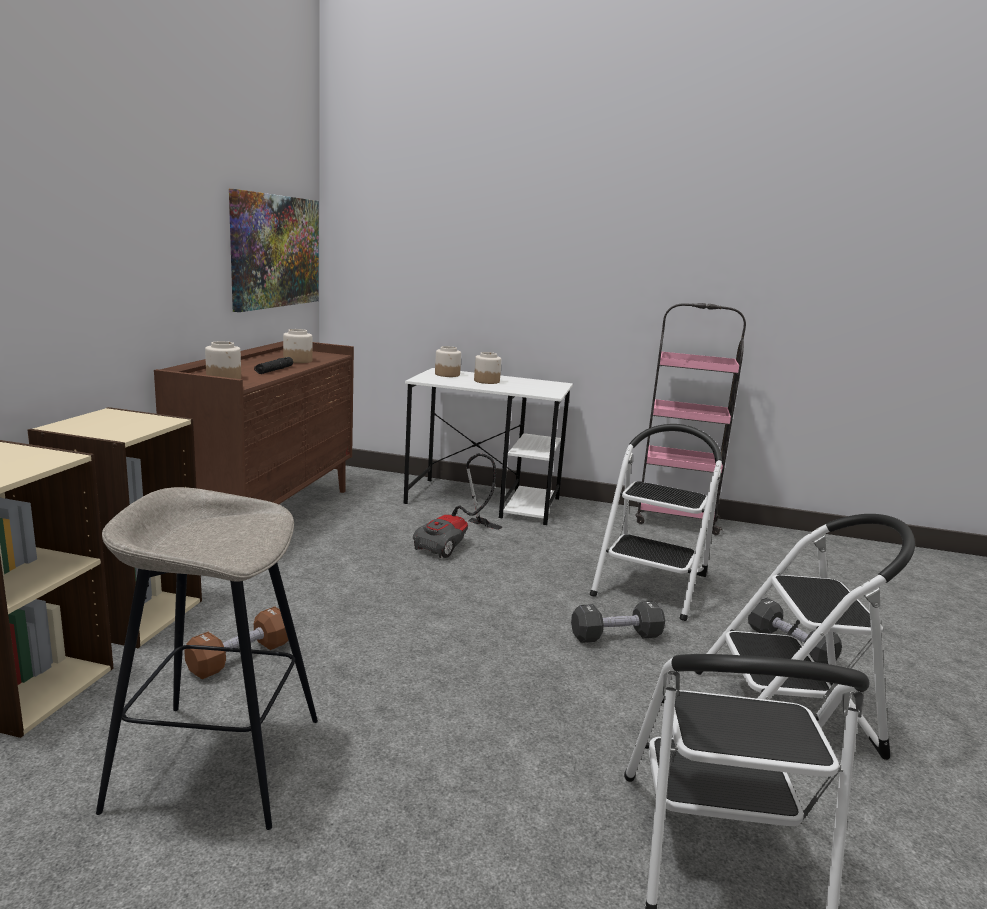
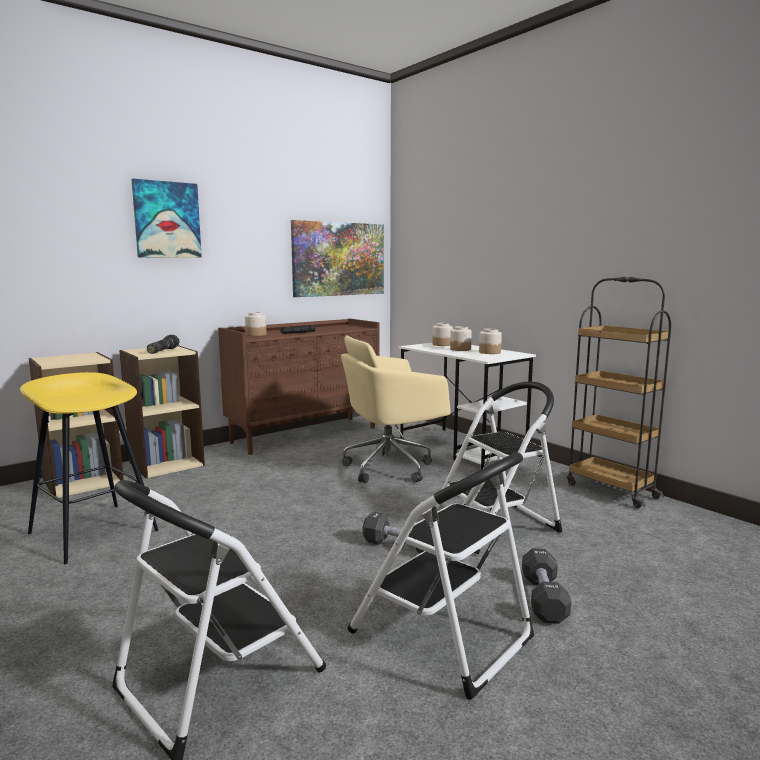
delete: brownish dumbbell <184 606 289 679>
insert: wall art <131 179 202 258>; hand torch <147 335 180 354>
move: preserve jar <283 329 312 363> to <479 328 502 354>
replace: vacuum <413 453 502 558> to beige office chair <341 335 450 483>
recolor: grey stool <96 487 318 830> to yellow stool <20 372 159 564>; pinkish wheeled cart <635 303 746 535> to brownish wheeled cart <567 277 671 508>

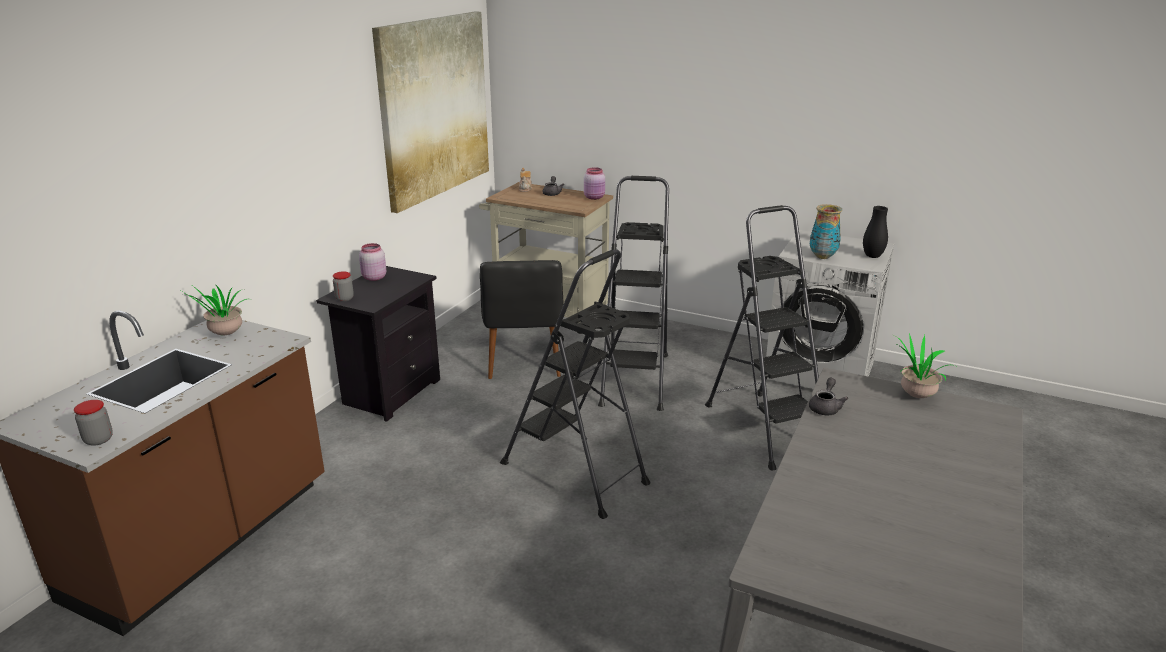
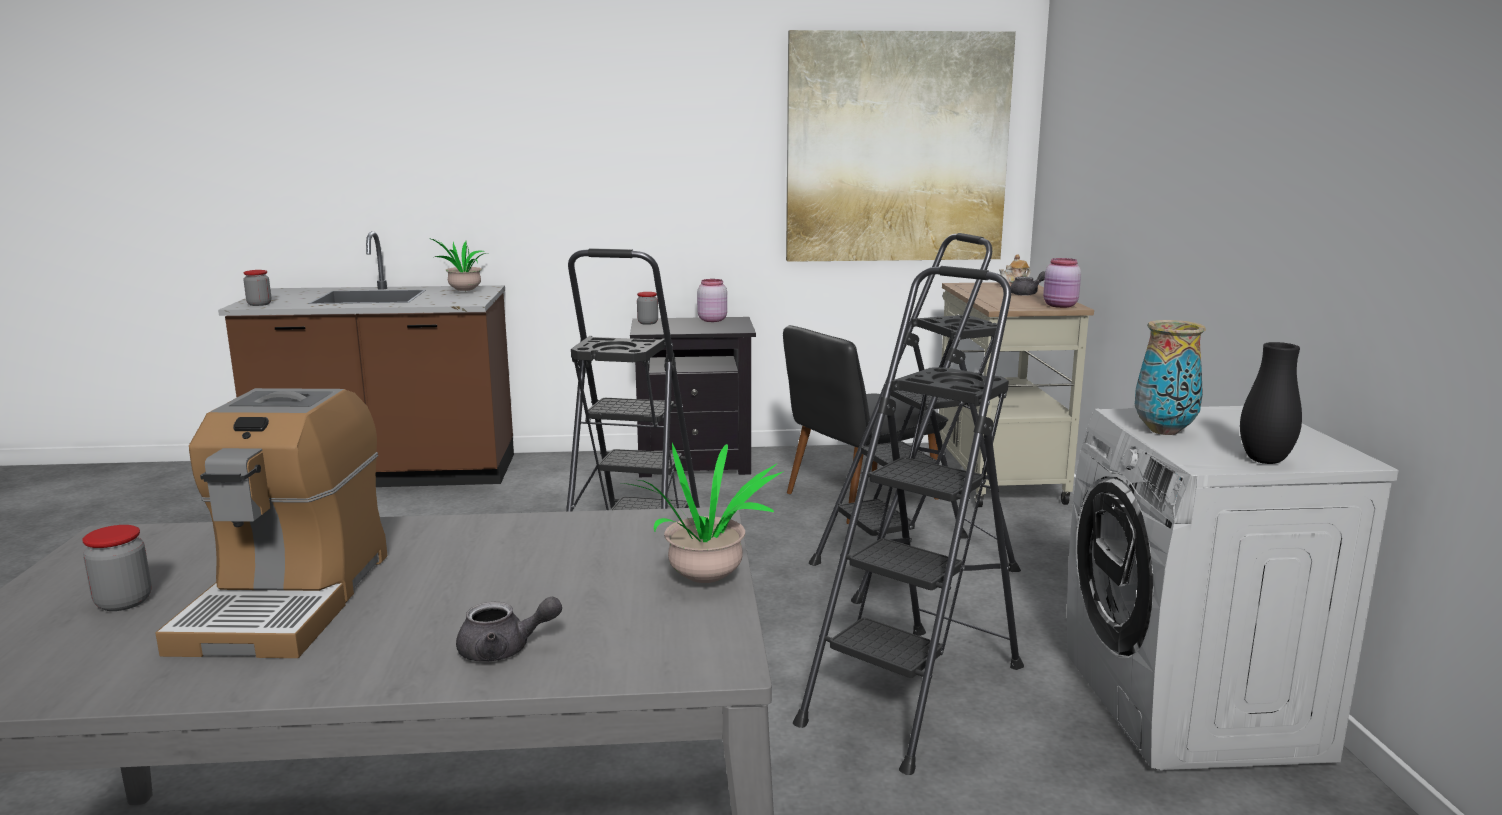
insert: preserve jar <82 525 152 611>; coffee machine <156 388 387 658>
move: grey pot for tea <809 378 848 415> to <456 597 562 662>

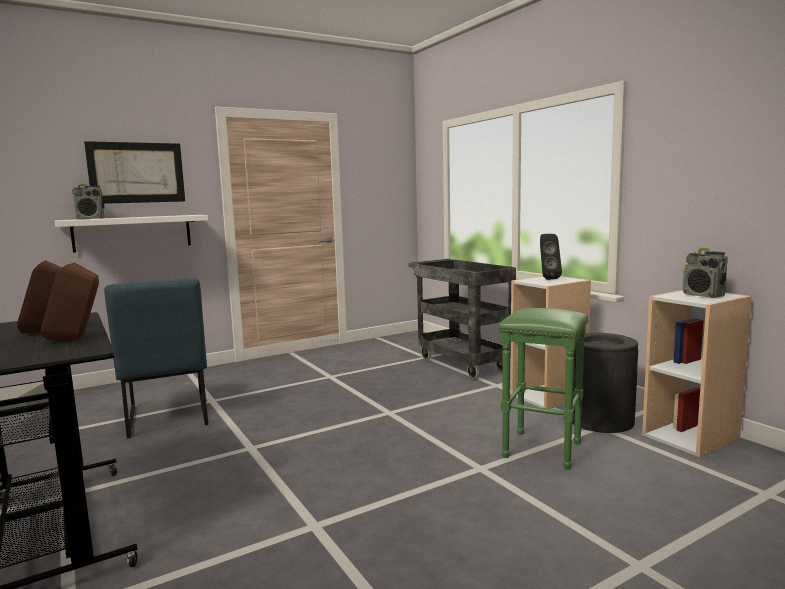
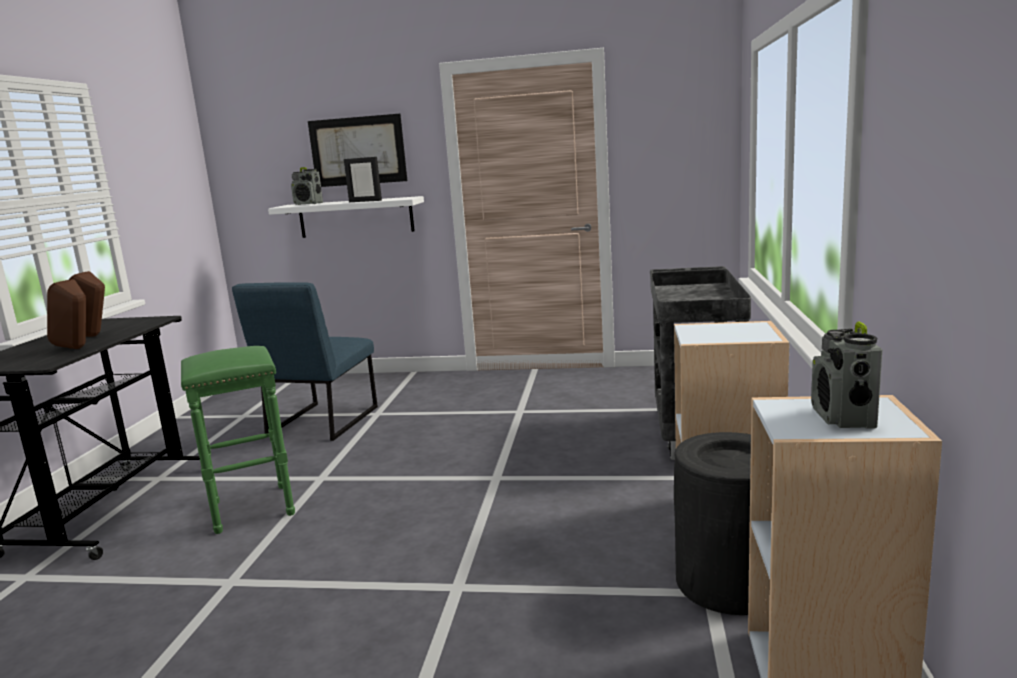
delete: black loudspeaker <540 234 562 280>
insert: picture frame <344 157 382 202>
move: green-coloured stool <499 308 588 470> to <181 346 295 534>

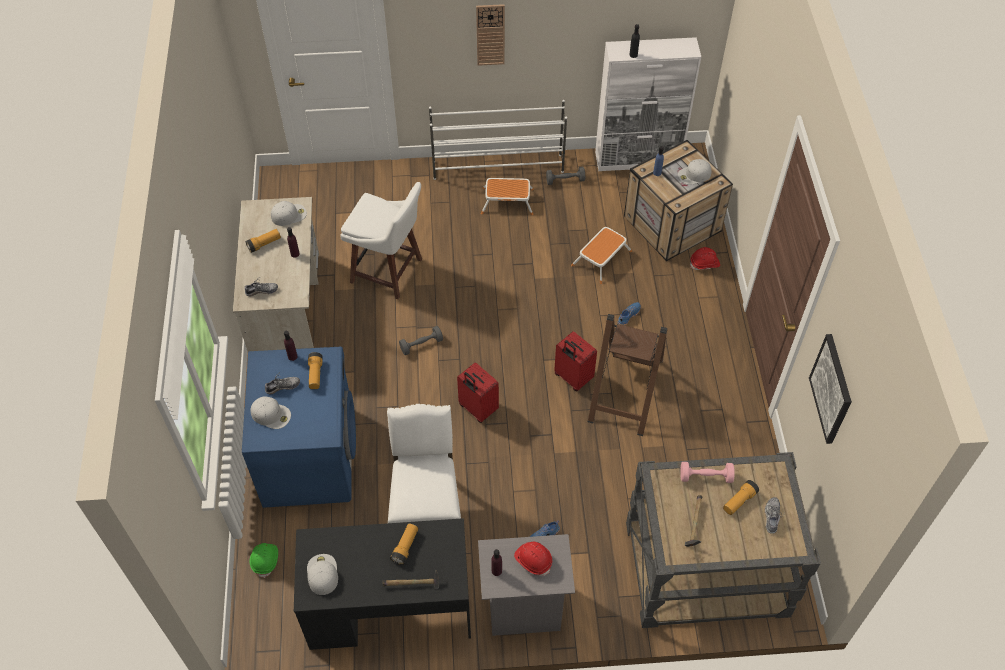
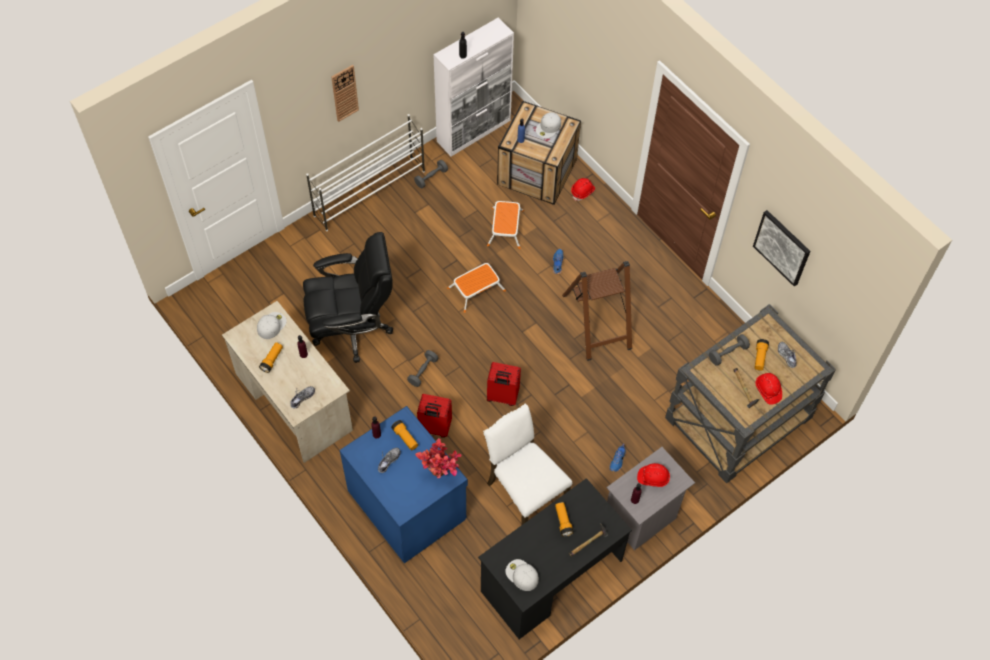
delete: green-coloured hard hat <249 543 278 578>; white peaked cap <251 397 291 429>
insert: plant in a pot <415 438 462 478>; red-coloured hard hat <755 373 782 405>
move: orange step stool <481 178 534 216> to <447 263 506 313>; red-coloured piece of luggage <554 331 597 391> to <417 394 452 438>
replace: white stool <340 182 422 299> to black office chair <303 232 393 363>
recolor: pinkish dumbbell <680 462 735 483> to grey dumbbell <709 334 750 366>

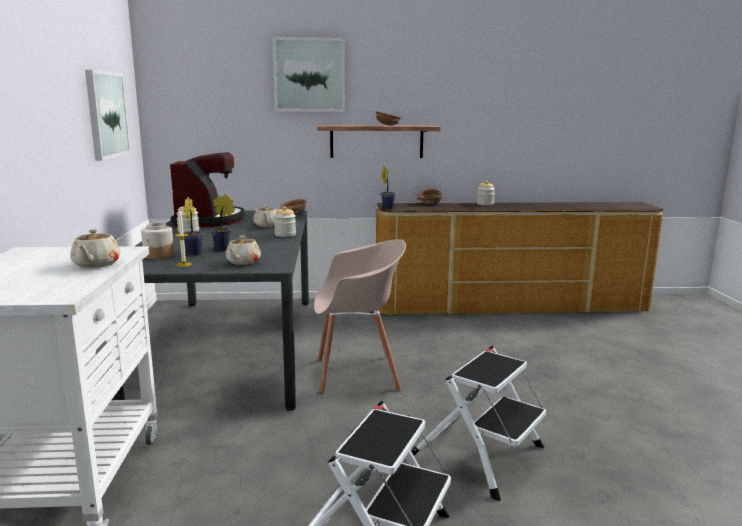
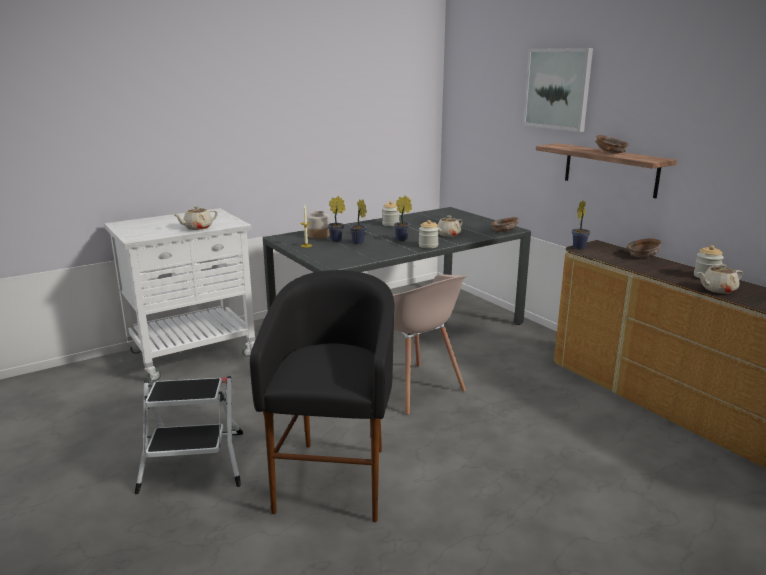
delete: wall art <85 70 131 161>; coffee machine <170 152 245 227>
insert: plant in a pot <394 195 412 241>
move: beige pot for tea <226 236 261 265> to <698 264 743 294>
replace: step stool <411 346 546 501> to black stool <250 270 394 522>

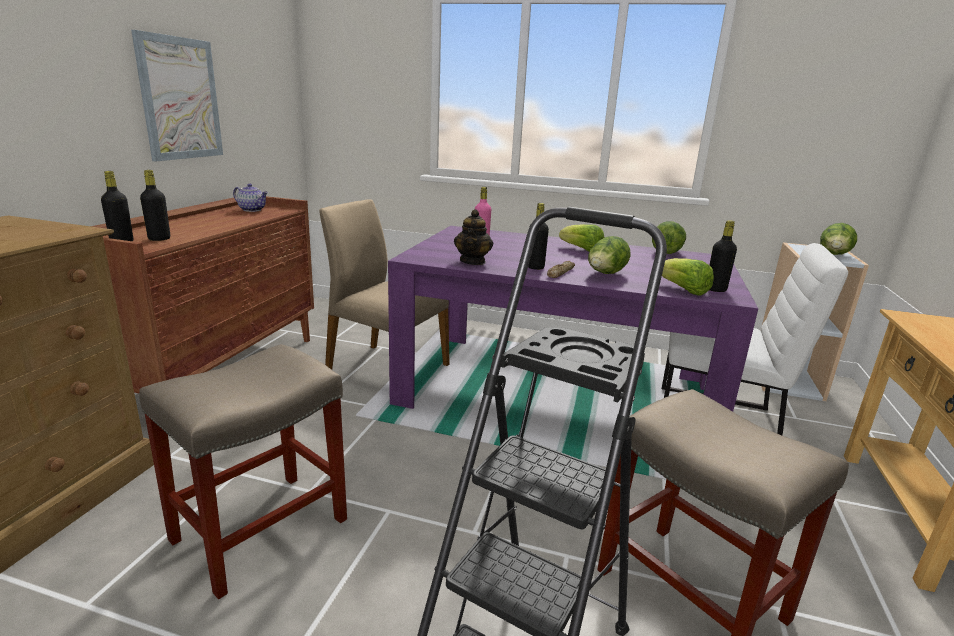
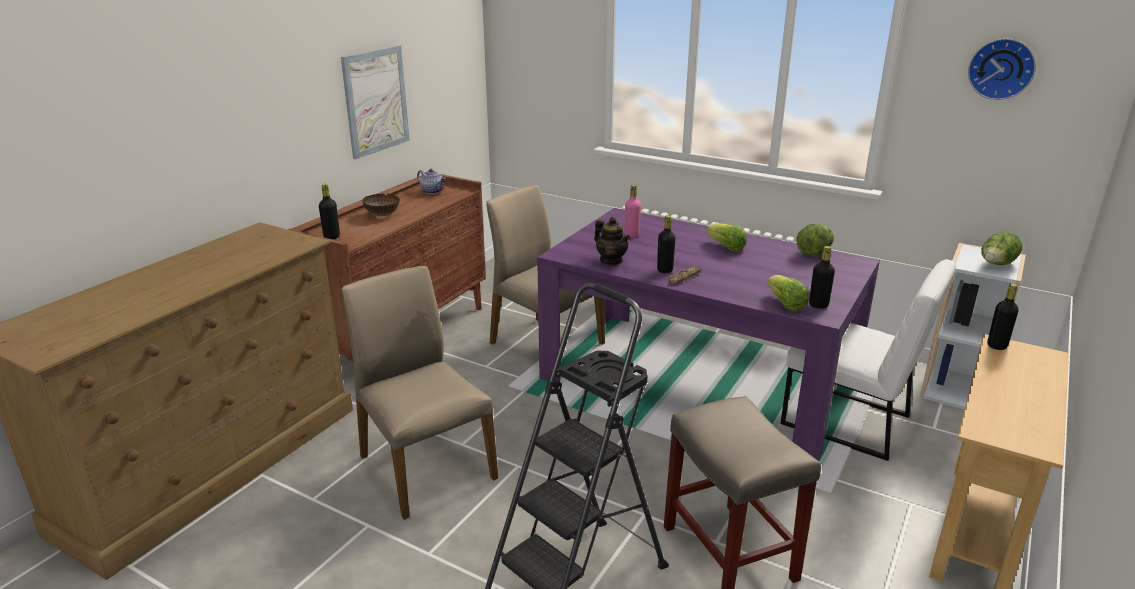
delete: head of lettuce <588 236 631 274>
insert: deep dish <362 194 400 216>; hanging clock <968 39 1036 100>
move: black drink bottle <140 170 170 241> to <987 284 1019 350>
replace: beige stool <139 344 347 600> to beige upright chair <341 266 498 520>
rotate: pot for tea <454 209 493 265> = <594 217 630 265> 60 degrees counterclockwise

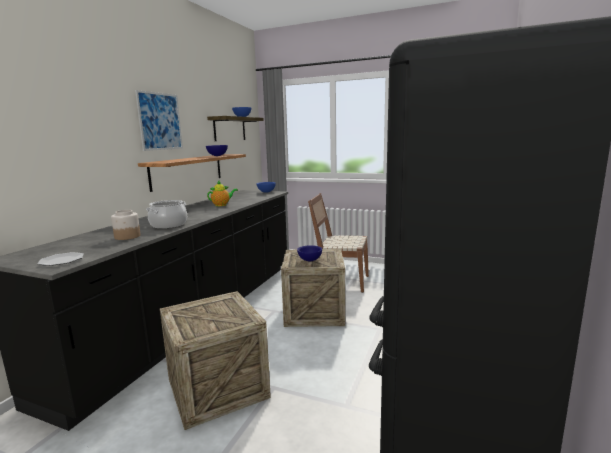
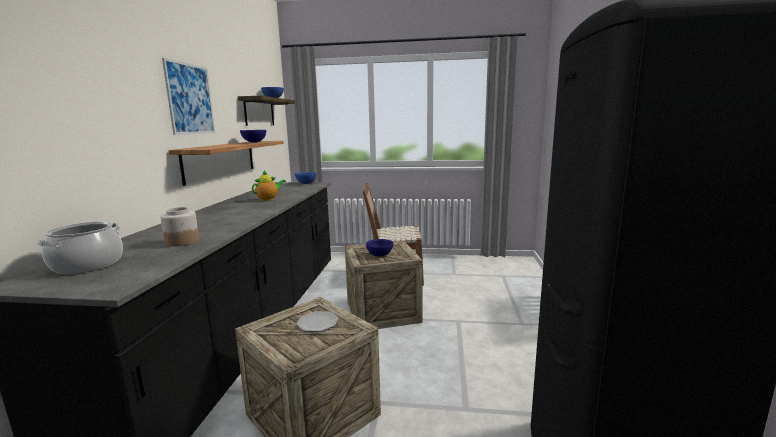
move: flat dish <37 252 84 266> to <296 311 338 332>; stockpot <146 200 187 229> to <37 221 123 274>

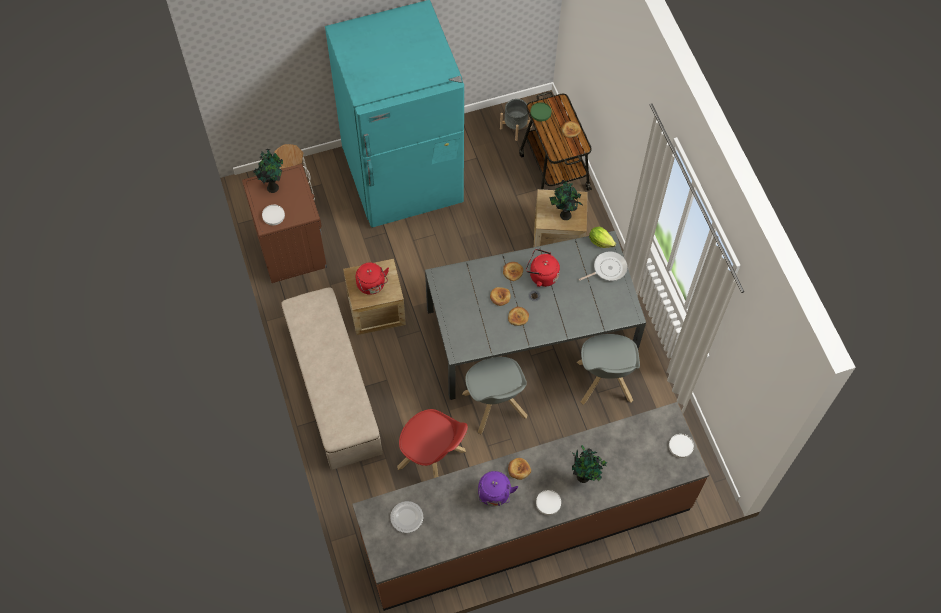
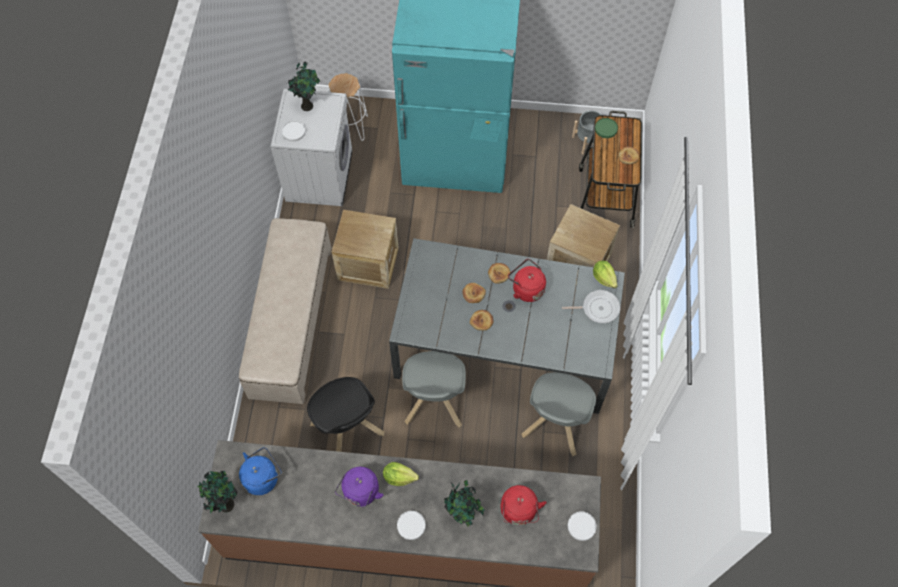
move: red-coloured kettle <356 262 389 295> to <501 485 546 525>; plant in a pot <550 180 582 220> to <197 471 238 514>
replace: flat dish <390 501 423 533> to blue-coloured kettle <239 447 282 495>; bakery bread <508 458 531 480> to head of lettuce <383 462 419 486>
recolor: brownish laundry appliance <242 164 327 283> to white laundry appliance <271 89 352 206>; red-coloured upright chair <397 409 468 478> to black upright chair <307 377 385 452>

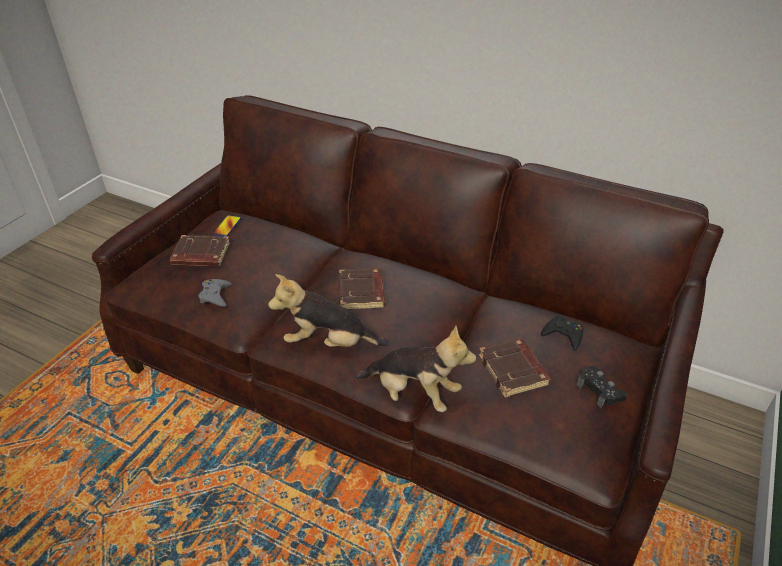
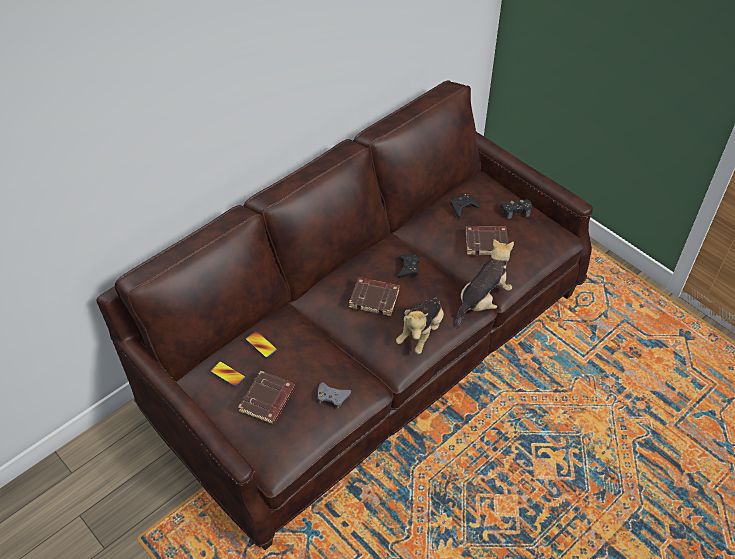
insert: phone <245 331 278 358>; black gamepad <396 254 420 278>

